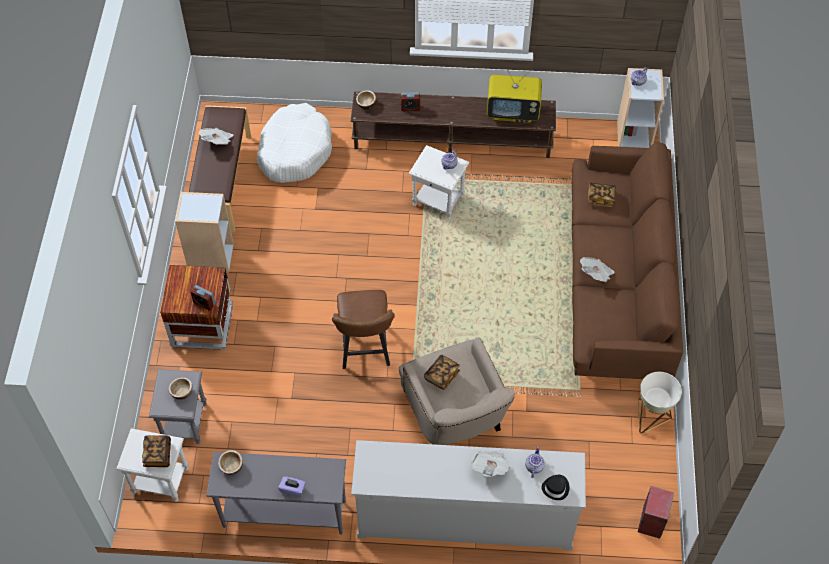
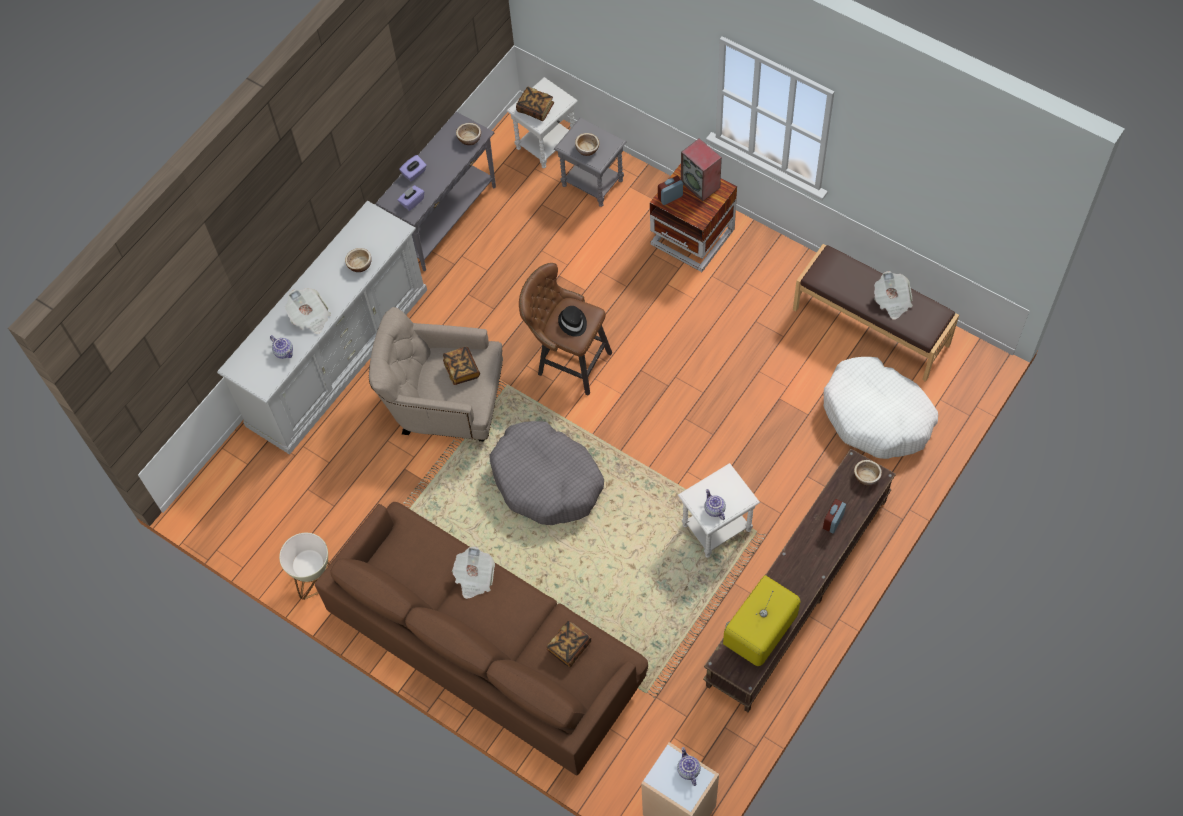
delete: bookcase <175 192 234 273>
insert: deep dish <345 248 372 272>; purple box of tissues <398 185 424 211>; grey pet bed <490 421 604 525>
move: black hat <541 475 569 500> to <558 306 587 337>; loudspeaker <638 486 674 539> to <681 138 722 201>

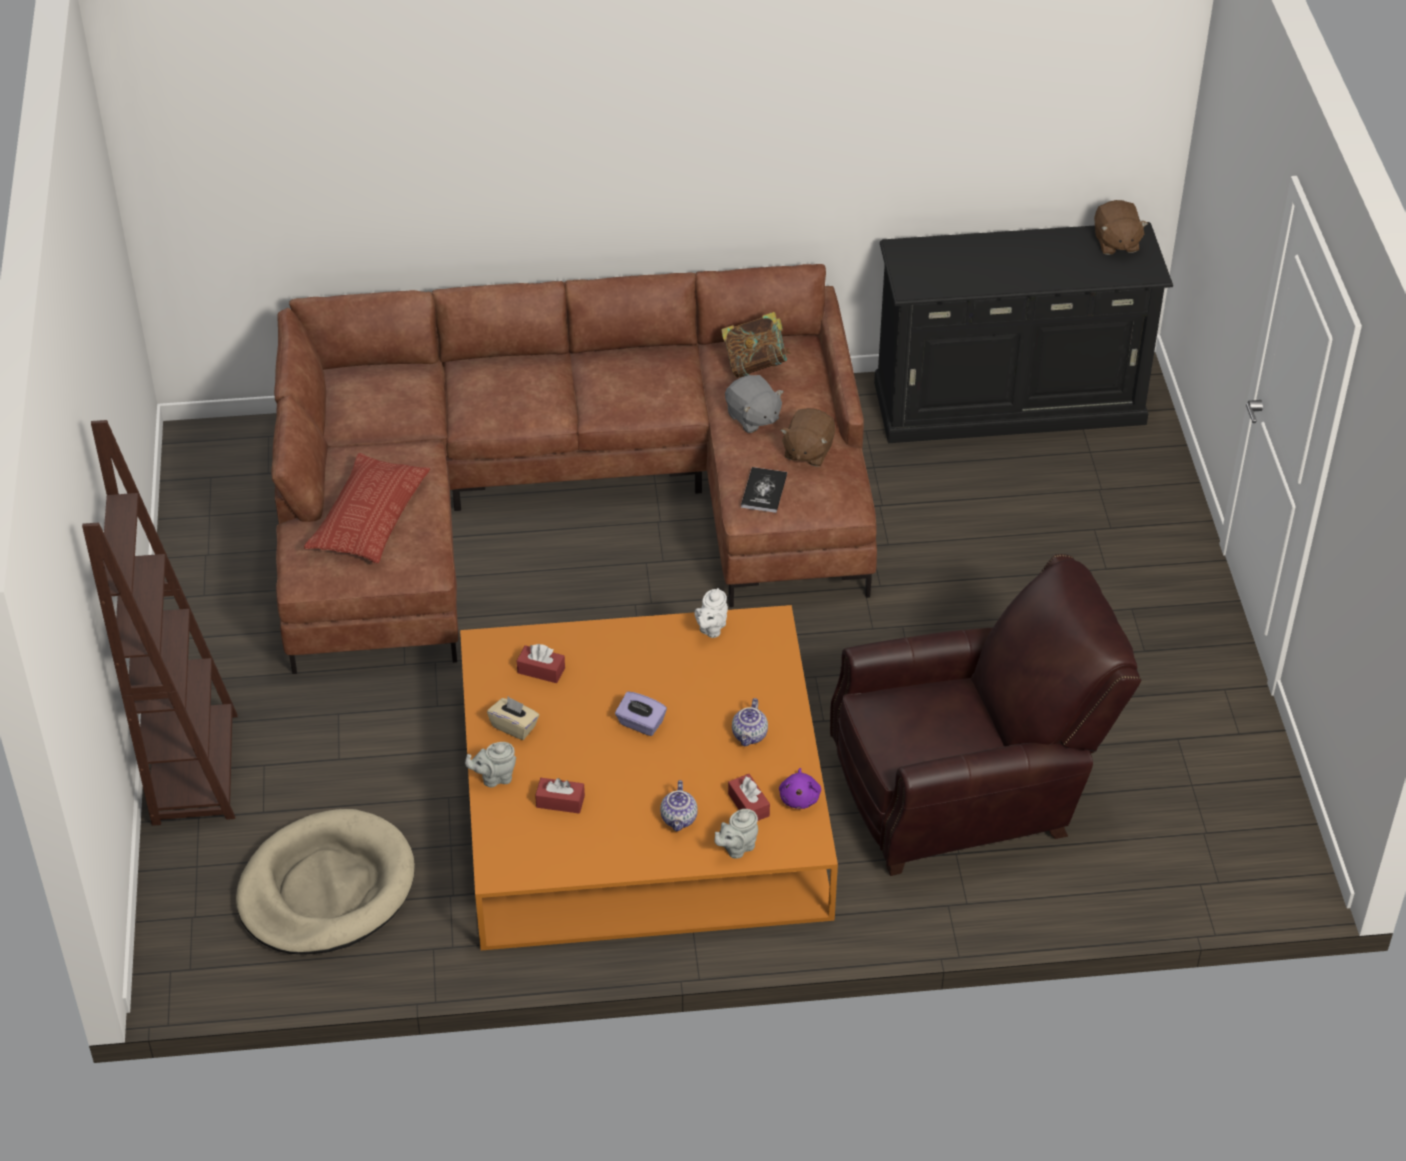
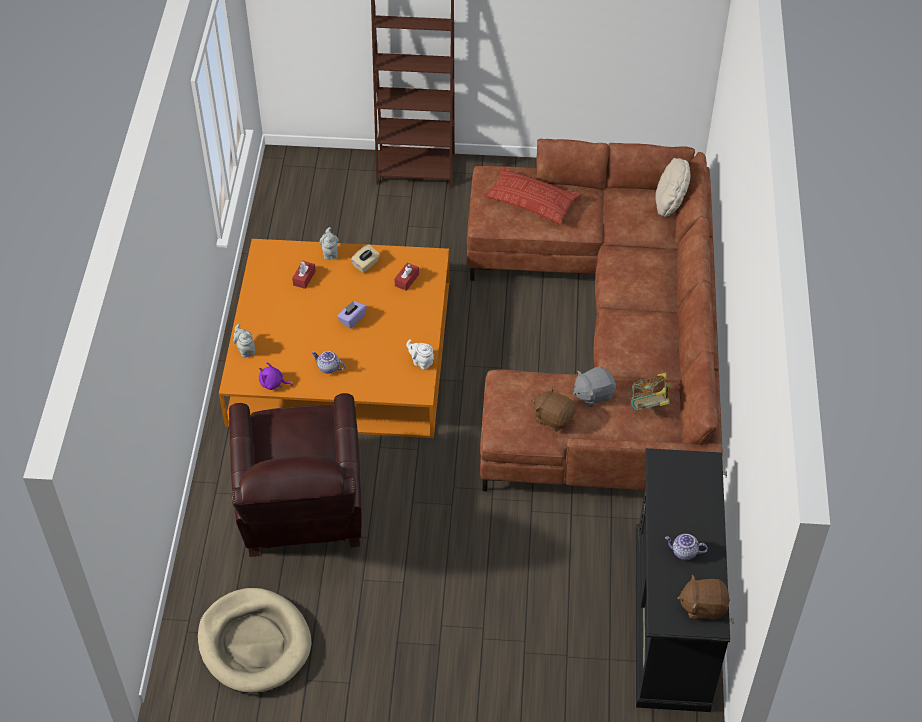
delete: red-coloured box of tissues <728 774 770 821>; volume <741 467 787 513>
insert: beige throw pillow <655 158 691 217>
move: beige pet bed <236 809 415 955> to <198 588 311 693>; pot for tea <660 780 698 831> to <665 534 708 560>

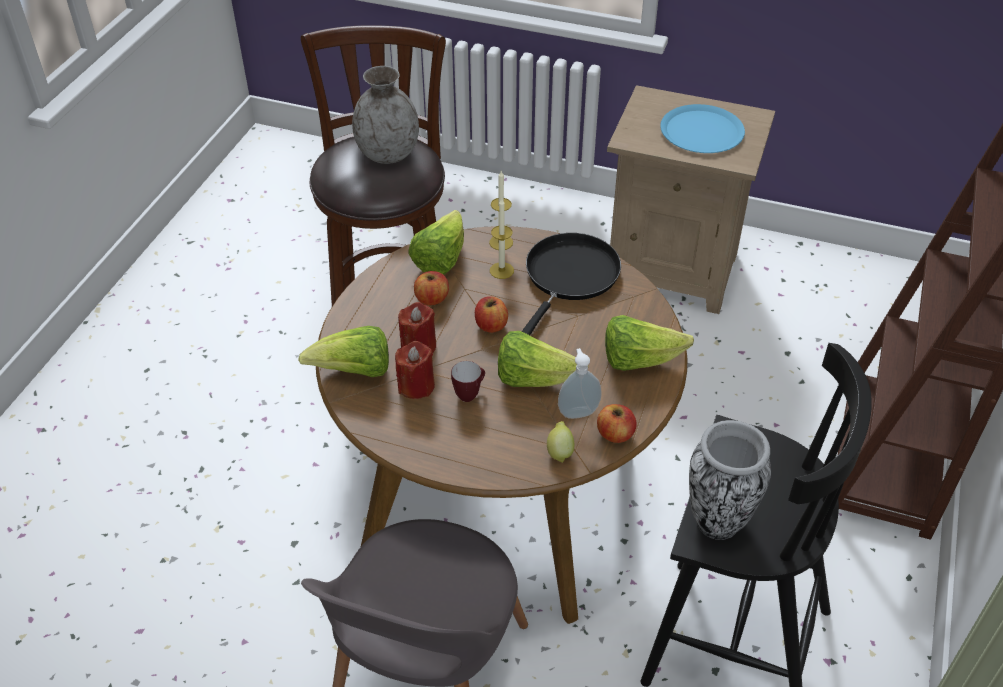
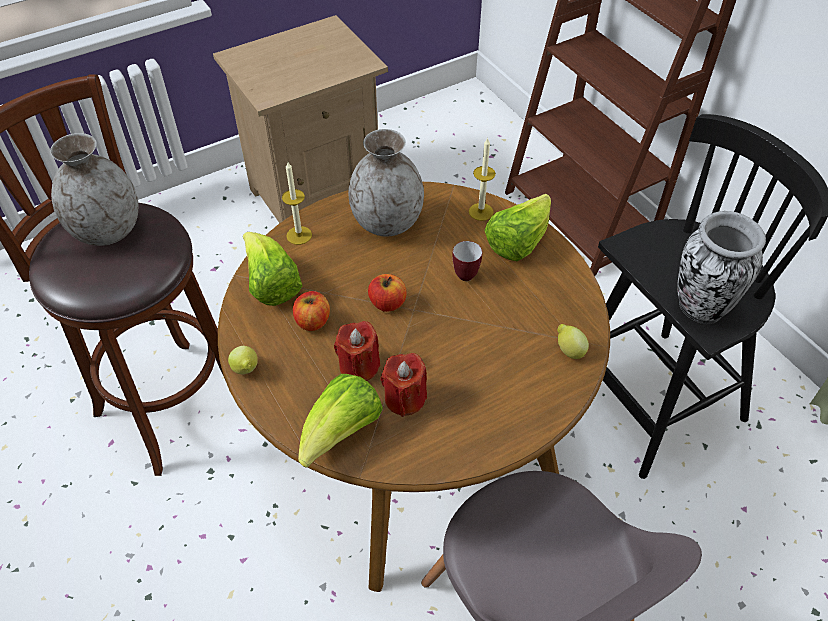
delete: head of lettuce <498 331 577 387>; soap dispenser <558 348 602 419>; apple fruit <597 404 637 443>; blue-coloured flat dish <660 104 745 153>
insert: citrus fruit <228 346 258 374>
move: tea mug <451 361 485 402> to <452 241 482 281>; wax light <490 199 514 279> to <469 137 496 221>
replace: black skillet <522 233 621 335> to grey flower vase <348 129 424 237>

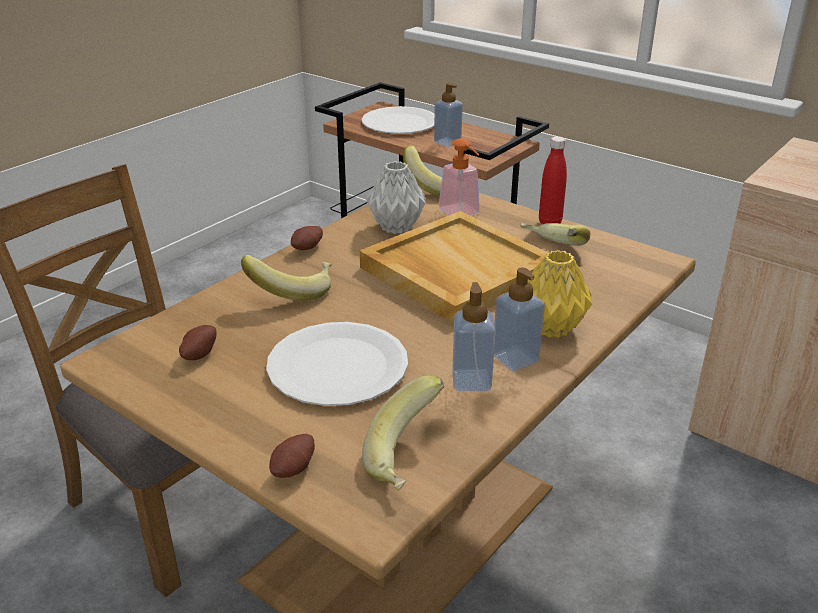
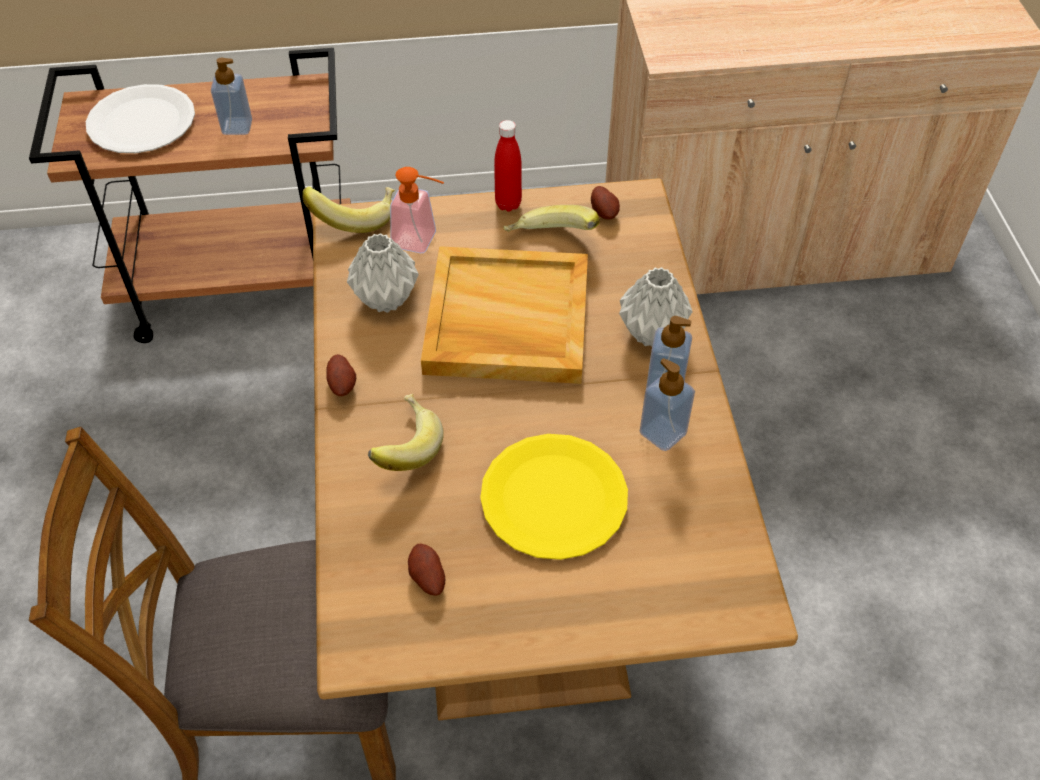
delete: whole banana <362 375 444 490>
move: whole potato <269 434 315 478> to <591 186 620 220>
recolor: white flat dish <266 322 408 406> to yellow flat dish <480 434 628 560>; yellow flower vase <528 250 592 338> to grey flower vase <619 267 693 346>

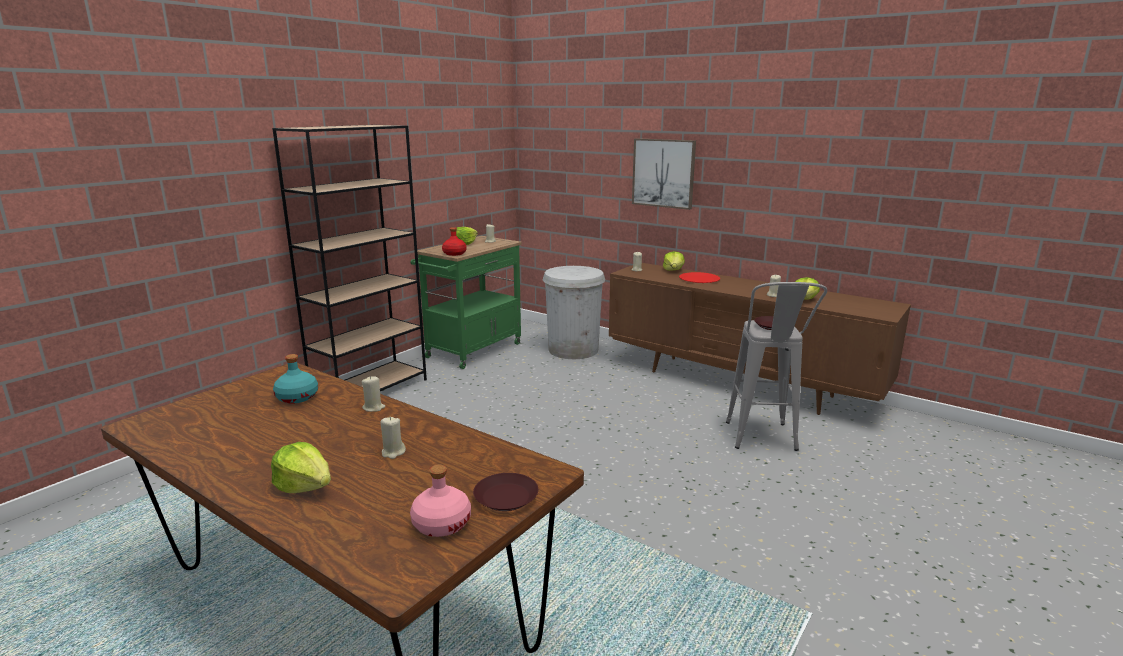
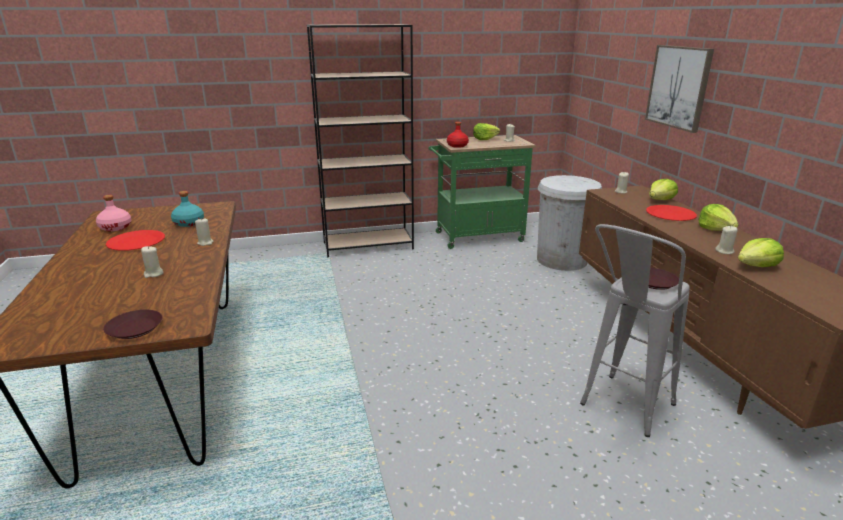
insert: red-coloured flat dish <106 230 165 251>
move: head of lettuce <271 442 331 493> to <698 204 739 231>; pinkish drink bottle <410 465 471 537> to <96 195 131 231>

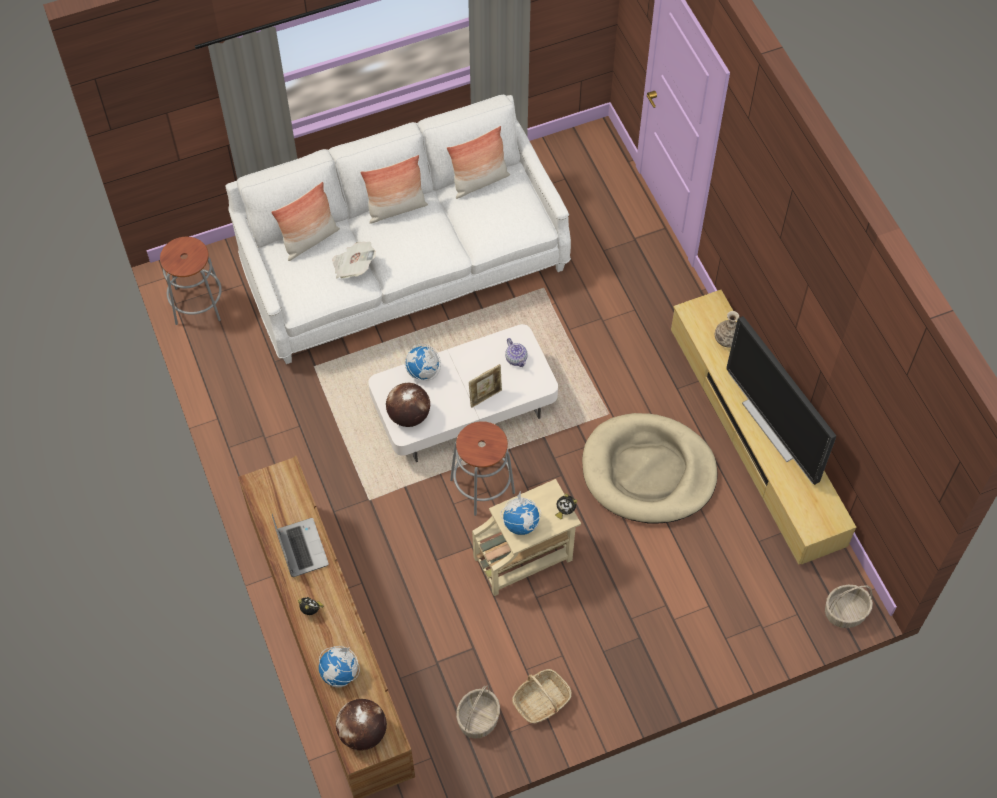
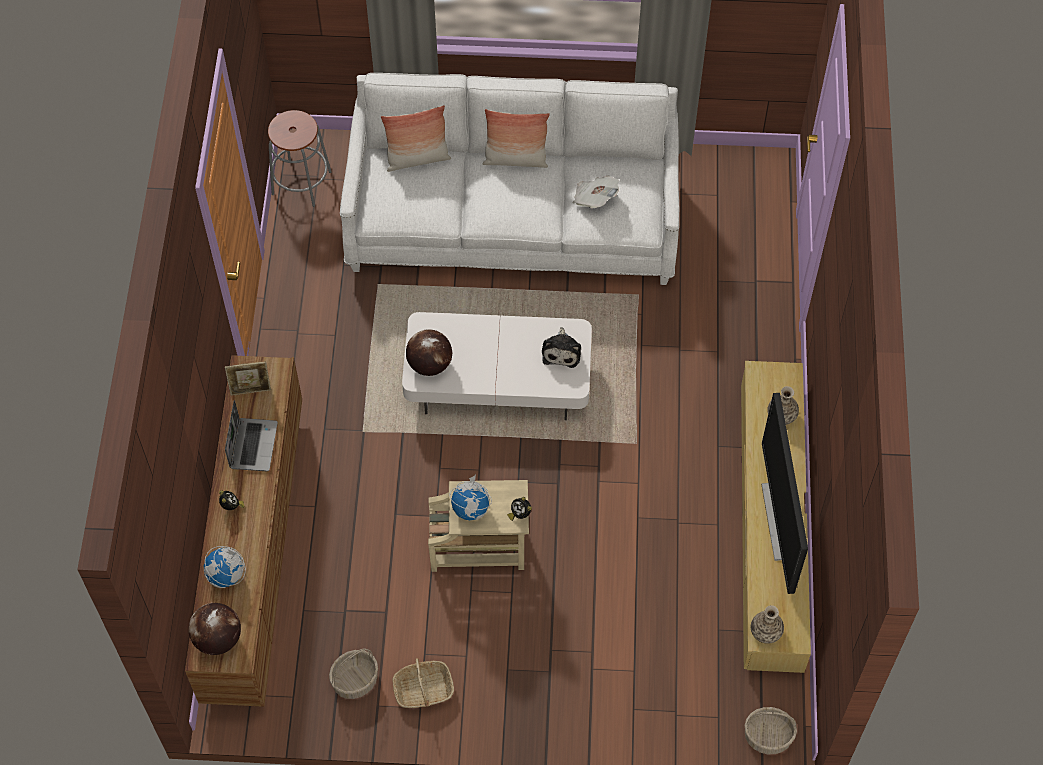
delete: desk globe <405 344 441 381>; throw pillow <447 126 510 199>; grey stool <450 421 515 516>; beige pet bed <582 413 718 523>
insert: flower vase <751 605 784 644>
move: printed paper <332 241 376 278> to <573 176 619 208>; picture frame <469 364 502 408> to <225 361 271 396>
replace: pot for tea <505 338 528 367> to plush toy <542 327 581 368>

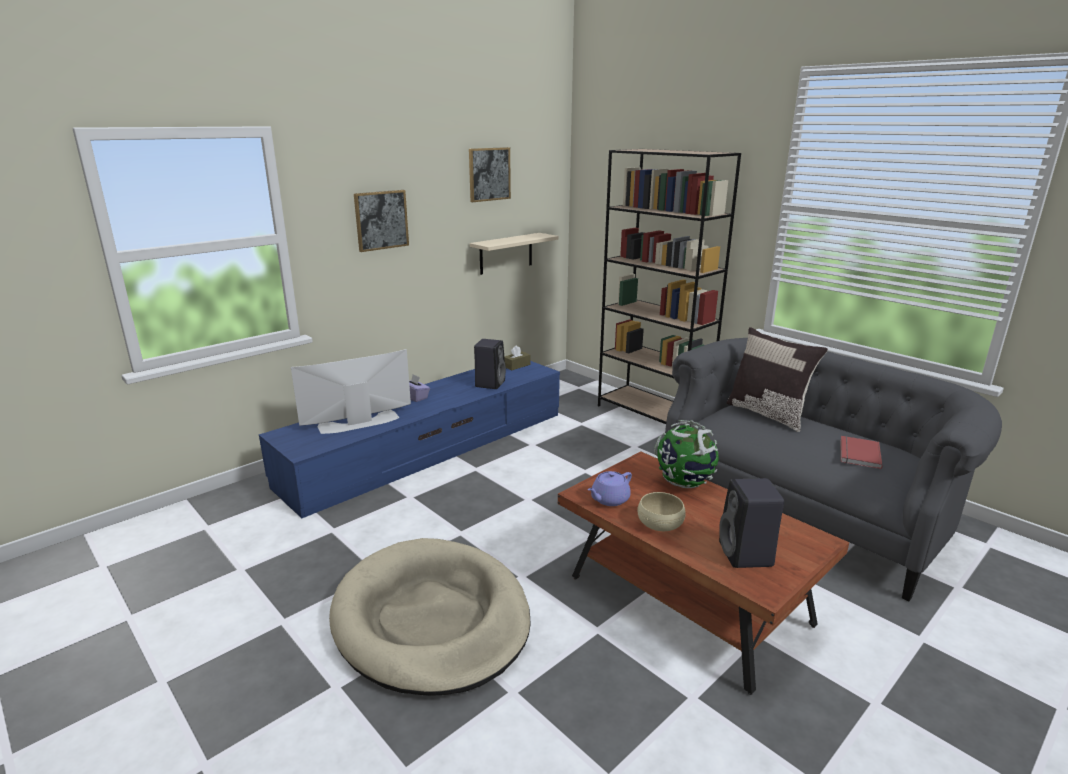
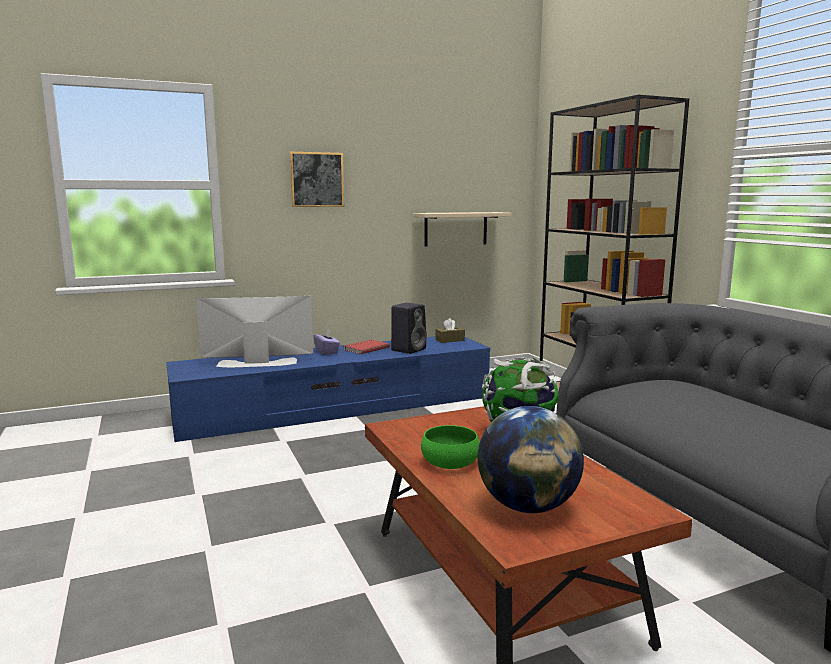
delete: beige pet bed <329 538 531 696>; wall art <469 147 511 202>; purple pot for tea <588 471 632 506>; throw pillow <727 327 828 432>
move: red-coloured volume <840 436 883 469> to <343 339 390 354>
replace: black loudspeaker <719 478 784 568> to desk globe <478 406 584 513>
recolor: beige deep dish <637 492 686 531> to green-coloured deep dish <421 425 480 469>

